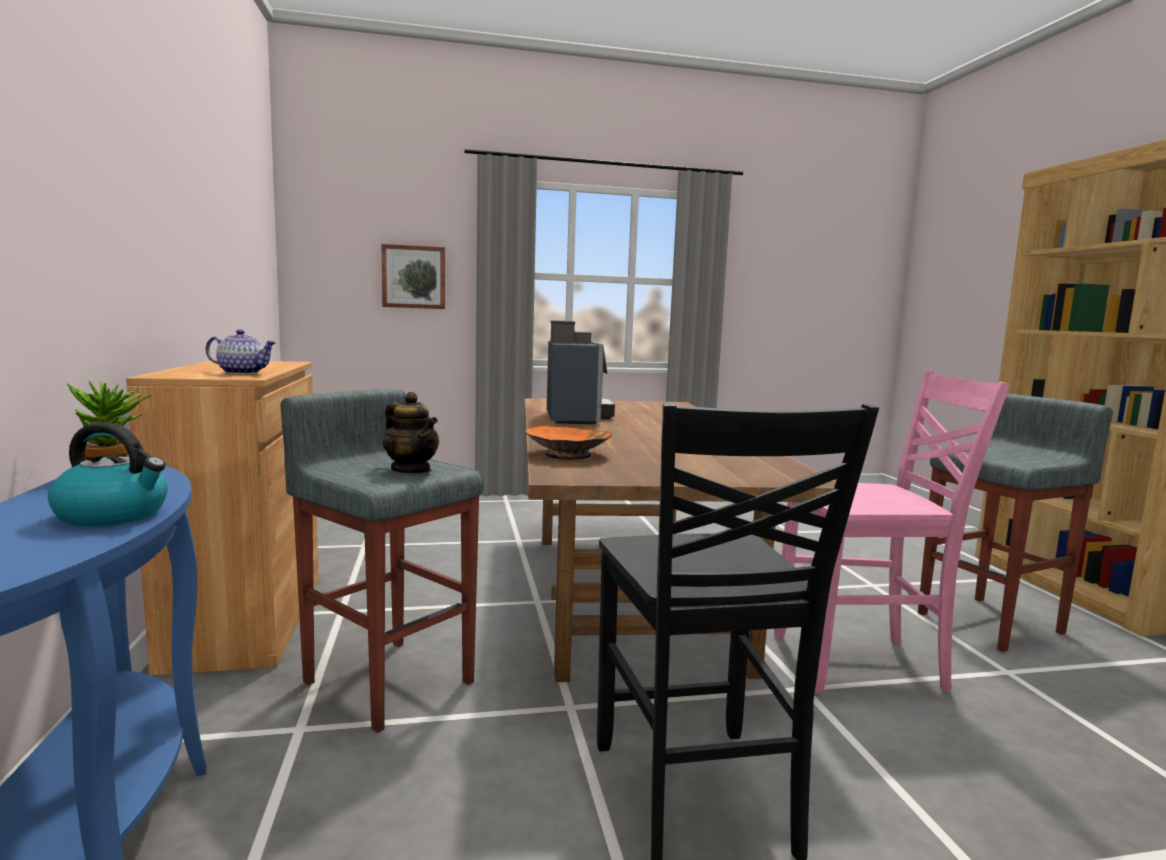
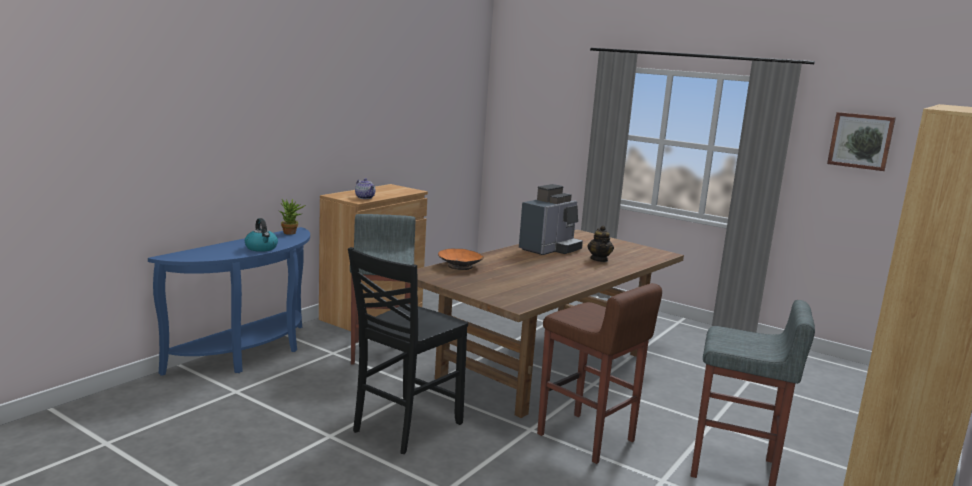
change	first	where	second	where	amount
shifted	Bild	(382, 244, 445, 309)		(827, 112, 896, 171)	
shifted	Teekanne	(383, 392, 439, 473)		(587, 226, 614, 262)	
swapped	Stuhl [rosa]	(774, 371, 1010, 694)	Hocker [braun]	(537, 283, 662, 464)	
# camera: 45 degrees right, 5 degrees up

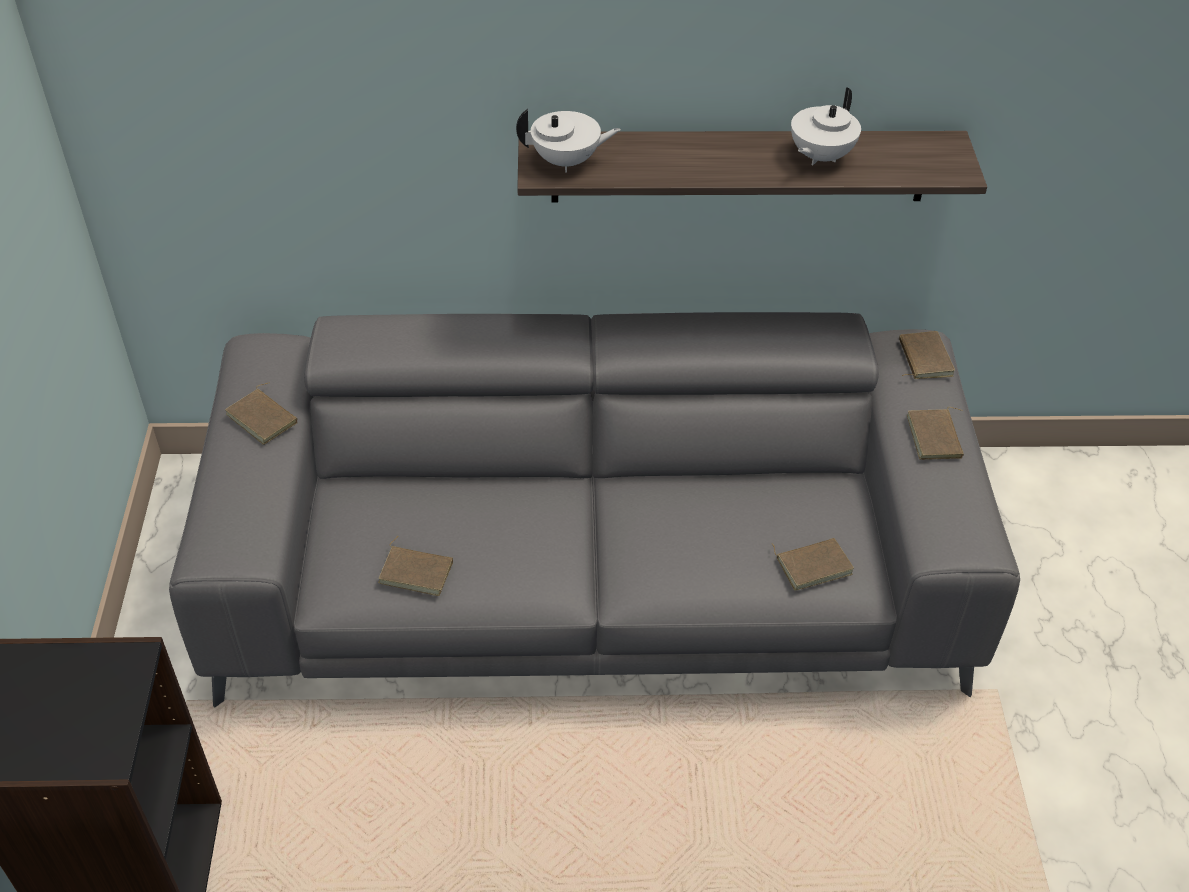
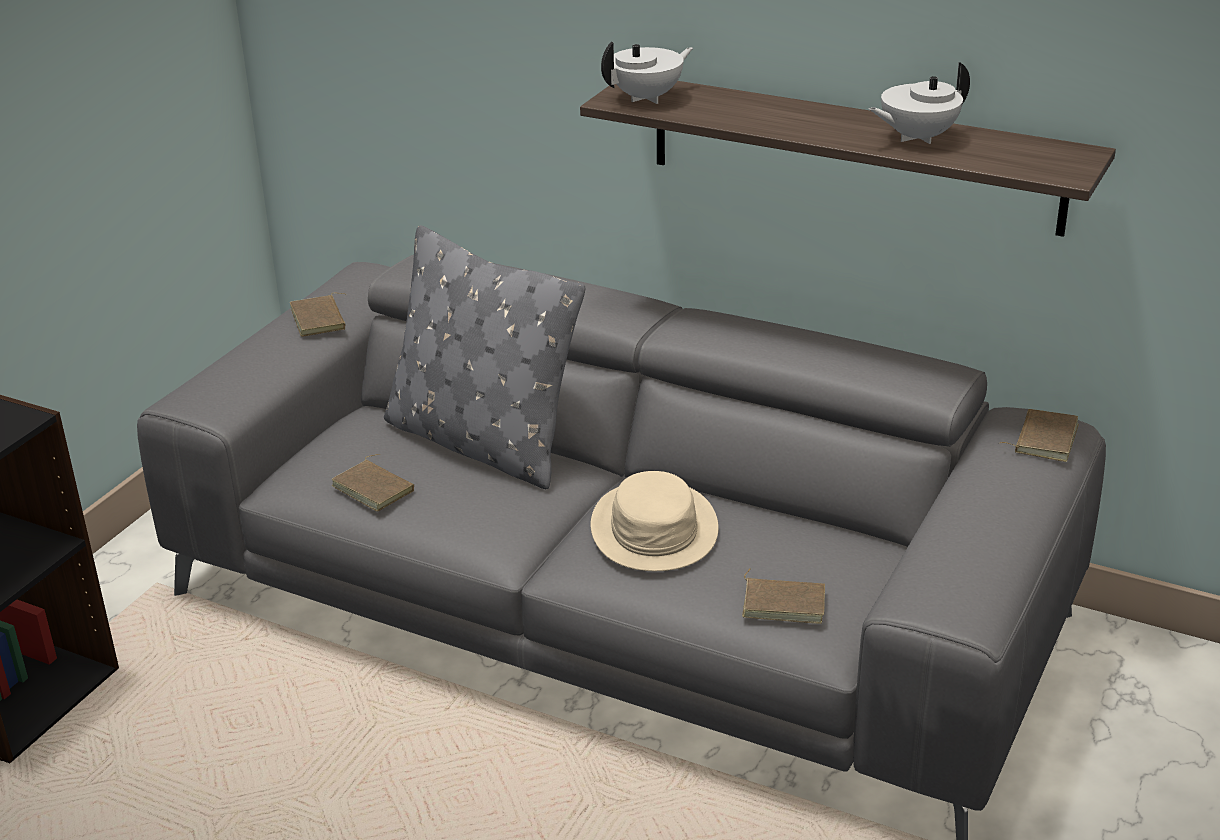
change	first	where	second	where	amount
gone	Buch [braun]	(907, 407, 964, 460)			
new			Kissen [grau]	(384, 225, 585, 489)	
new			Hut [beige]	(591, 471, 719, 571)	
rotated	Teekanne [weiß]	(516, 109, 621, 173)		(601, 42, 693, 104)	60 degrees counterclockwise
# camera: 30 degrees right, 15 degrees down

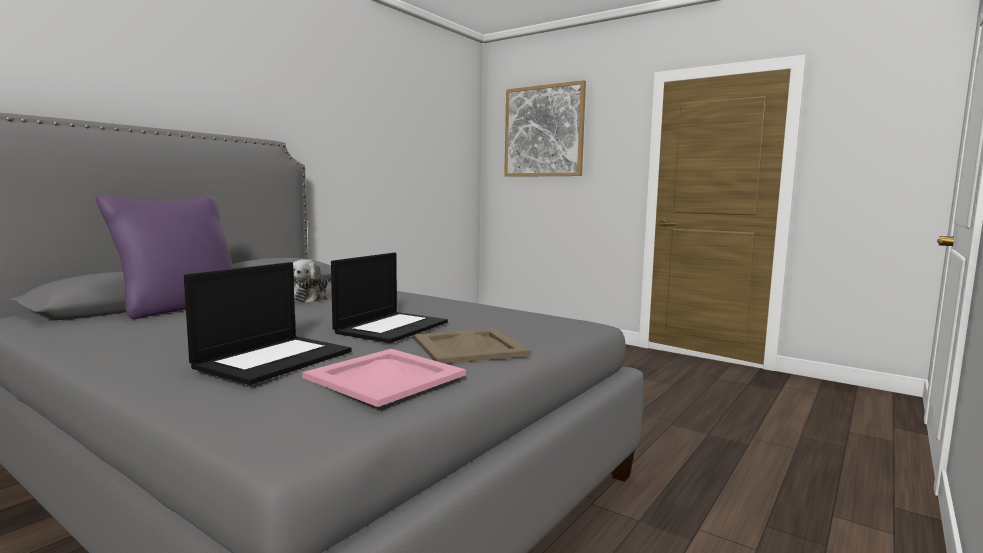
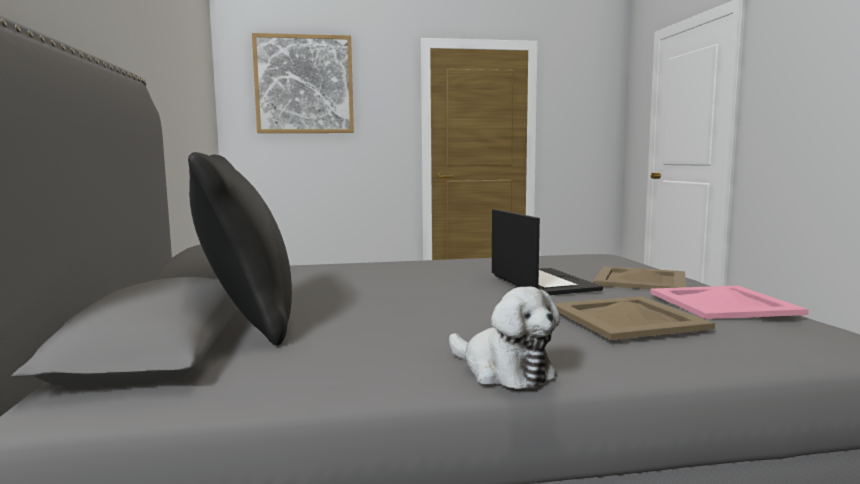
change	first	where	second	where	amount
shifted	Plüschtier	(293, 259, 328, 303)		(449, 287, 560, 389)	
swapped	Laptop	(184, 262, 351, 385)	Tablett [beige]	(555, 296, 715, 340)	
repainted	Kissen [lila]	(96, 195, 234, 319)	Kissen [schwarz]	(188, 152, 292, 346)	
# camera: 45 degrees left, 0 degrees up

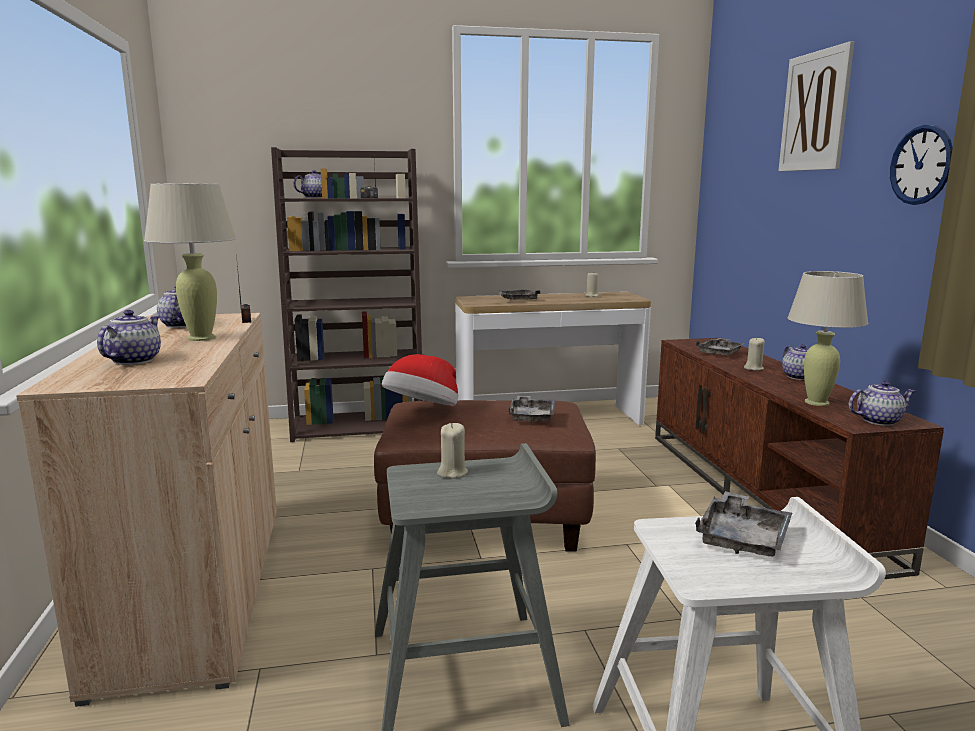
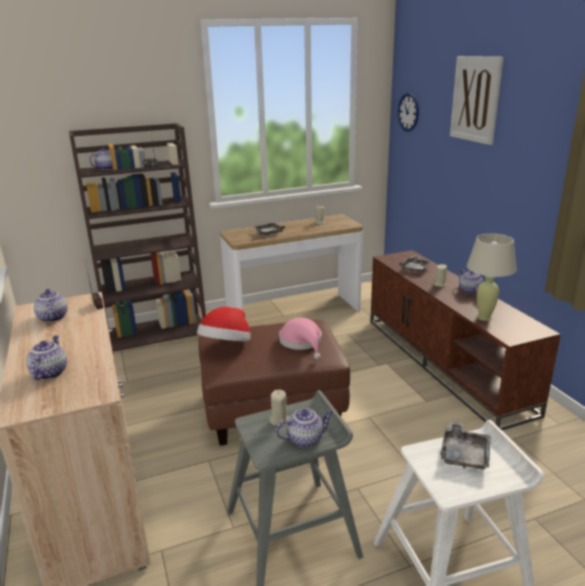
change	first	where	second	where	amount
gone	Tischlampe [beige]	(144, 184, 236, 341)			
shifted	Teekanne	(849, 381, 915, 426)		(276, 408, 333, 447)	
shifted	Wanduhr	(890, 125, 953, 205)		(398, 93, 419, 132)	
swapped	Tablett [grau]	(508, 395, 555, 423)	Hut [rosa]	(279, 318, 322, 359)	
# camera: 10 degrees left, 10 degrees up

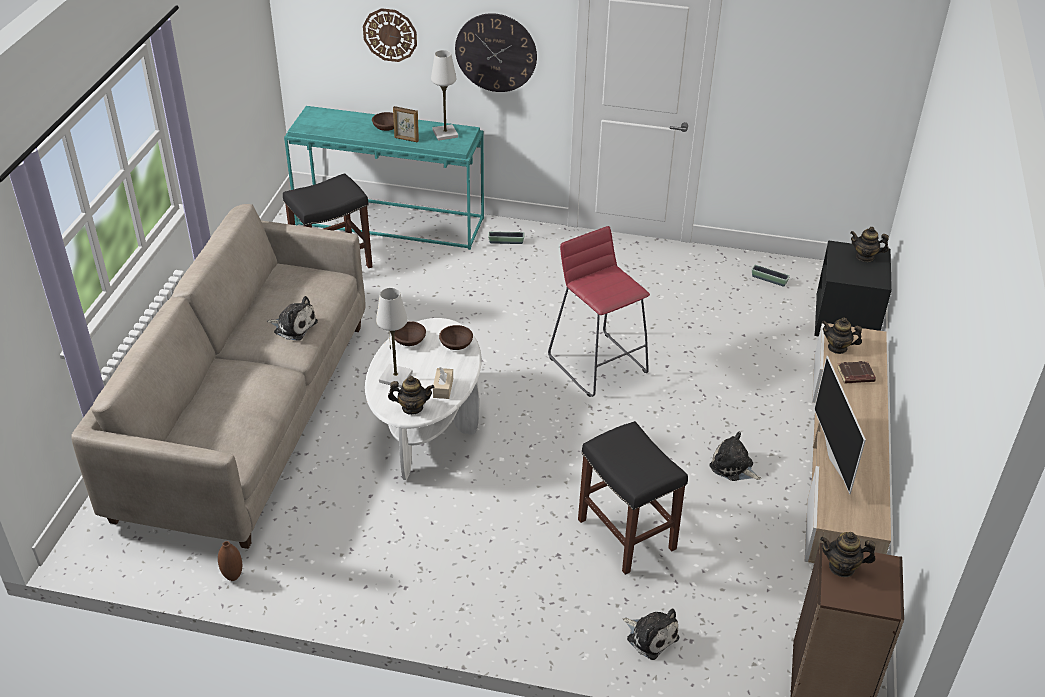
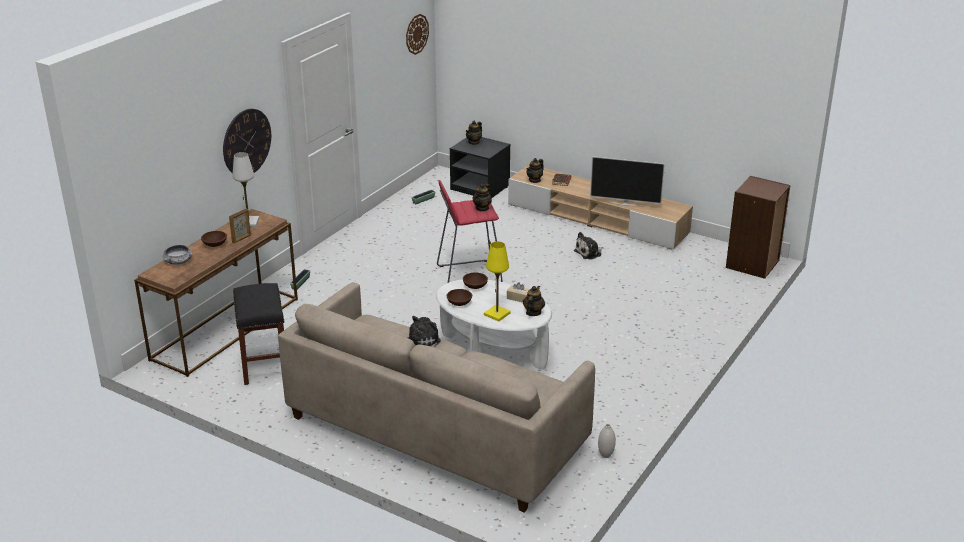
change	first	where	second	where	amount
gone	Hocker [schwarz]	(578, 421, 688, 575)			
gone	Plüschtier	(623, 608, 679, 660)			
new			Schüssel	(163, 245, 192, 265)	
shifted	Wanduhr	(363, 8, 417, 62)		(406, 14, 429, 55)	
shifted	Teekanne	(820, 532, 875, 577)		(473, 183, 492, 212)	
repainted	Vase [braun]	(218, 541, 242, 581)	Vase [weiß]	(598, 424, 616, 458)	
repainted	Konsolentisch [türkis]	(284, 106, 484, 250)	Konsolentisch [braun]	(134, 209, 298, 377)	
repainted	Tischlampe [weiß]	(376, 288, 413, 388)	Tischlampe [gelb]	(484, 241, 511, 321)	
# camera: 70 degrees left, 10 degrees down

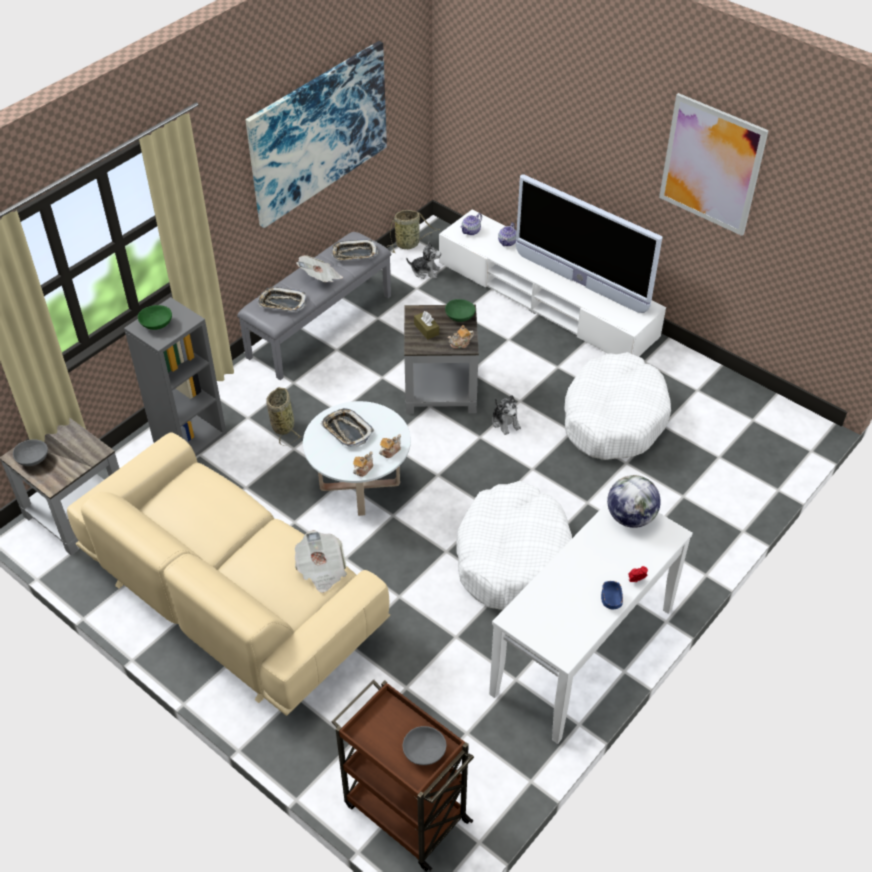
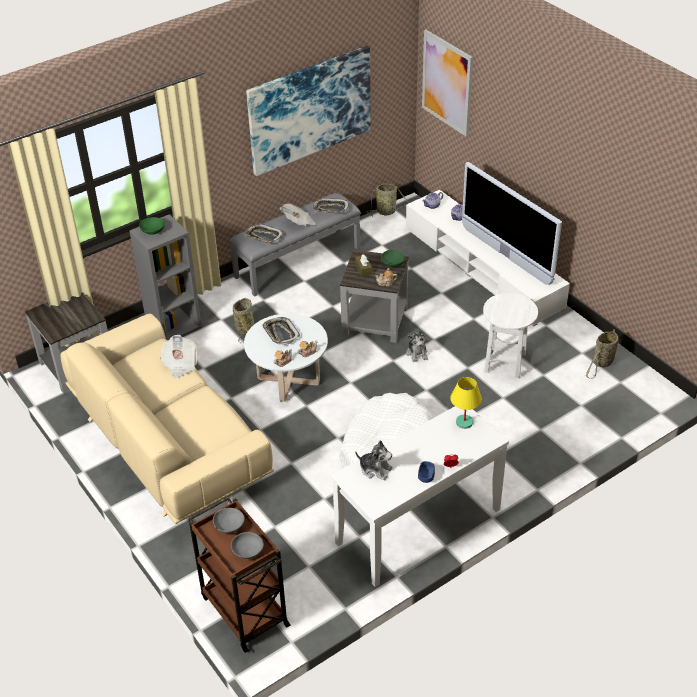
change	first	where	second	where	amount
new			Korb	(586, 329, 619, 379)	
shifted	Schüssel [grau]	(13, 439, 48, 466)		(213, 508, 245, 534)	
shifted	Zeitung	(295, 530, 347, 593)		(160, 335, 197, 378)	
shifted	Plüschtier	(406, 241, 441, 279)		(355, 440, 393, 480)	
shifted	Bild	(659, 93, 769, 236)		(422, 30, 473, 137)	
swapped	Hundebett [weiß]	(564, 352, 671, 460)	Beistelltisch [weiß]	(483, 293, 538, 378)	
swapped	Globus	(607, 475, 661, 528)	Tischlampe [gelb]	(450, 377, 482, 429)	
# camera: 15 degrees right, 5 degrees down

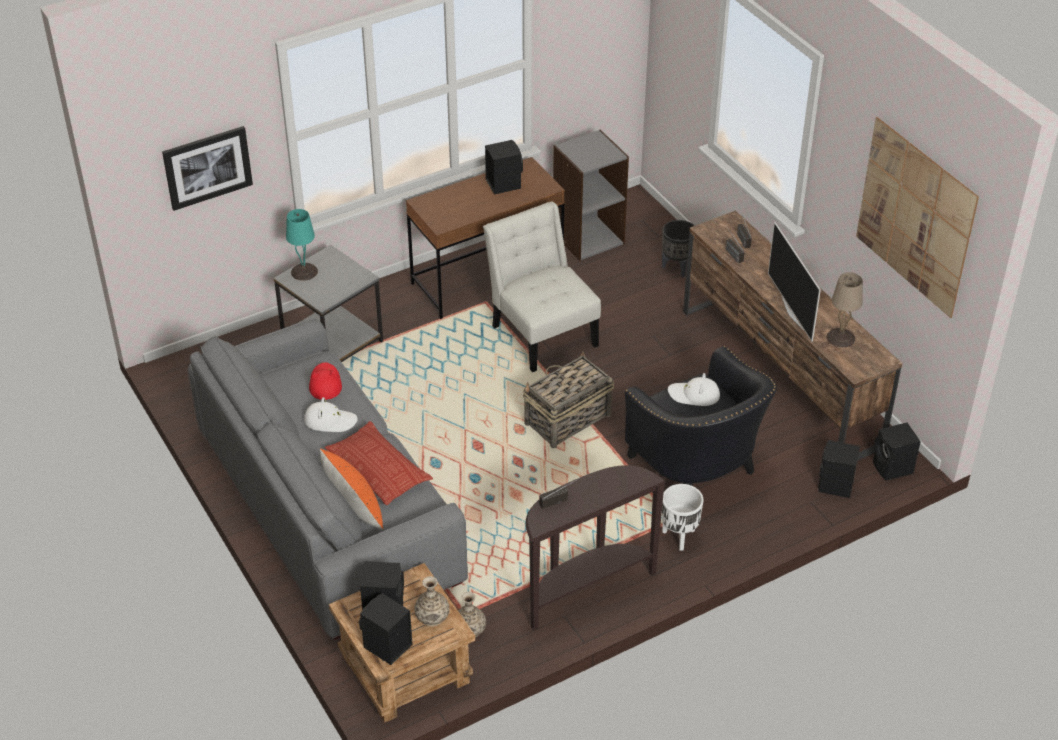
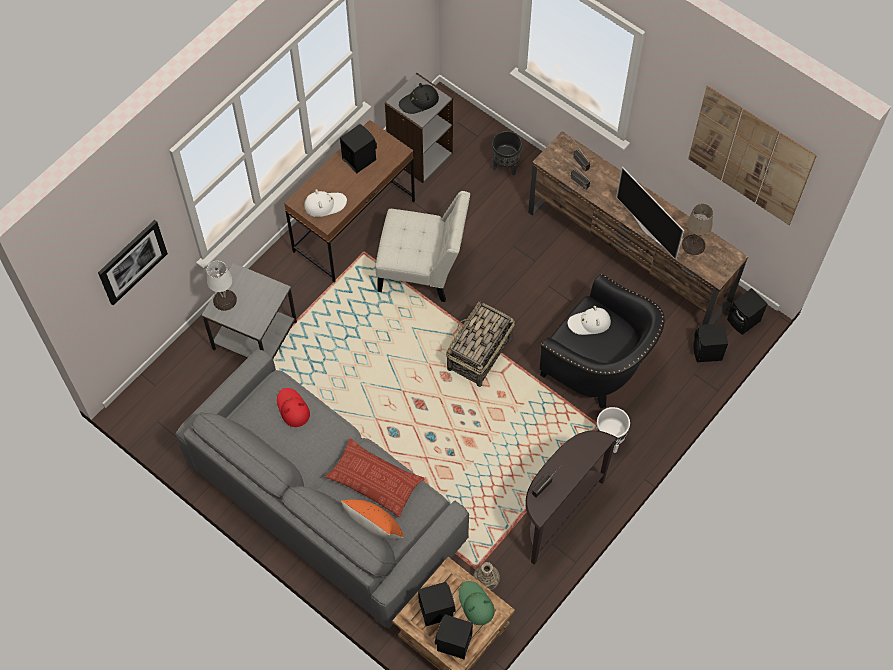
change	first	where	second	where	amount
new			Hut [schwarz]	(399, 83, 439, 114)	
shifted	Hut [weiß]	(304, 397, 358, 432)		(304, 189, 347, 217)	
swapped	Vase	(414, 576, 450, 626)	Hut [grün]	(459, 581, 495, 625)	
repainted	Tischlampe [türkis]	(286, 209, 318, 281)	Tischlampe [weiß]	(207, 261, 237, 311)	
rotated	Stuhl [weiß]	(483, 201, 601, 372)		(375, 191, 470, 302)	150 degrees clockwise
# camera: 20 degrees left, 20 degrees up

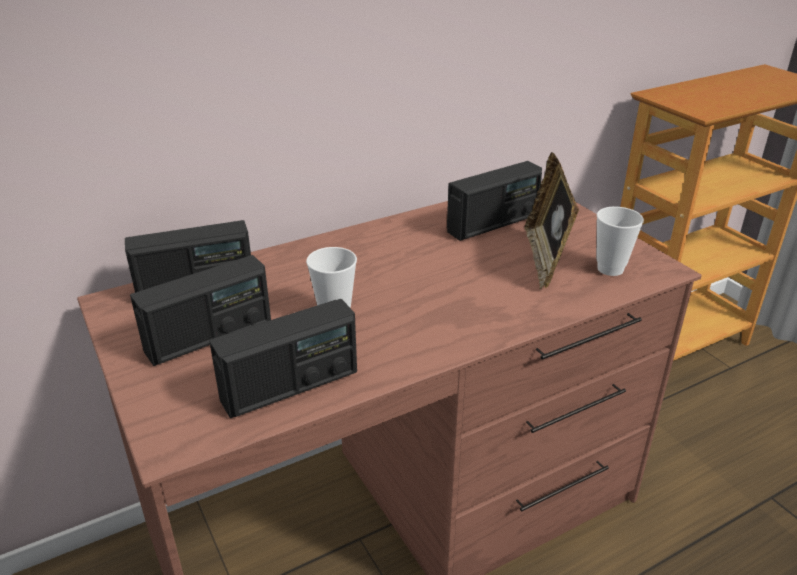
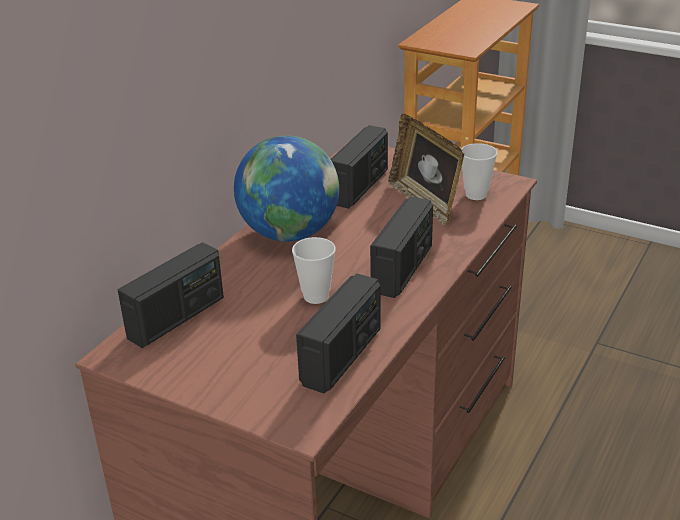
change	first	where	second	where	amount
new			Globus	(234, 135, 339, 242)	
shifted	Radio	(130, 255, 271, 366)		(370, 197, 433, 298)	
# camera: 30 degrees left, 0 degrees up

